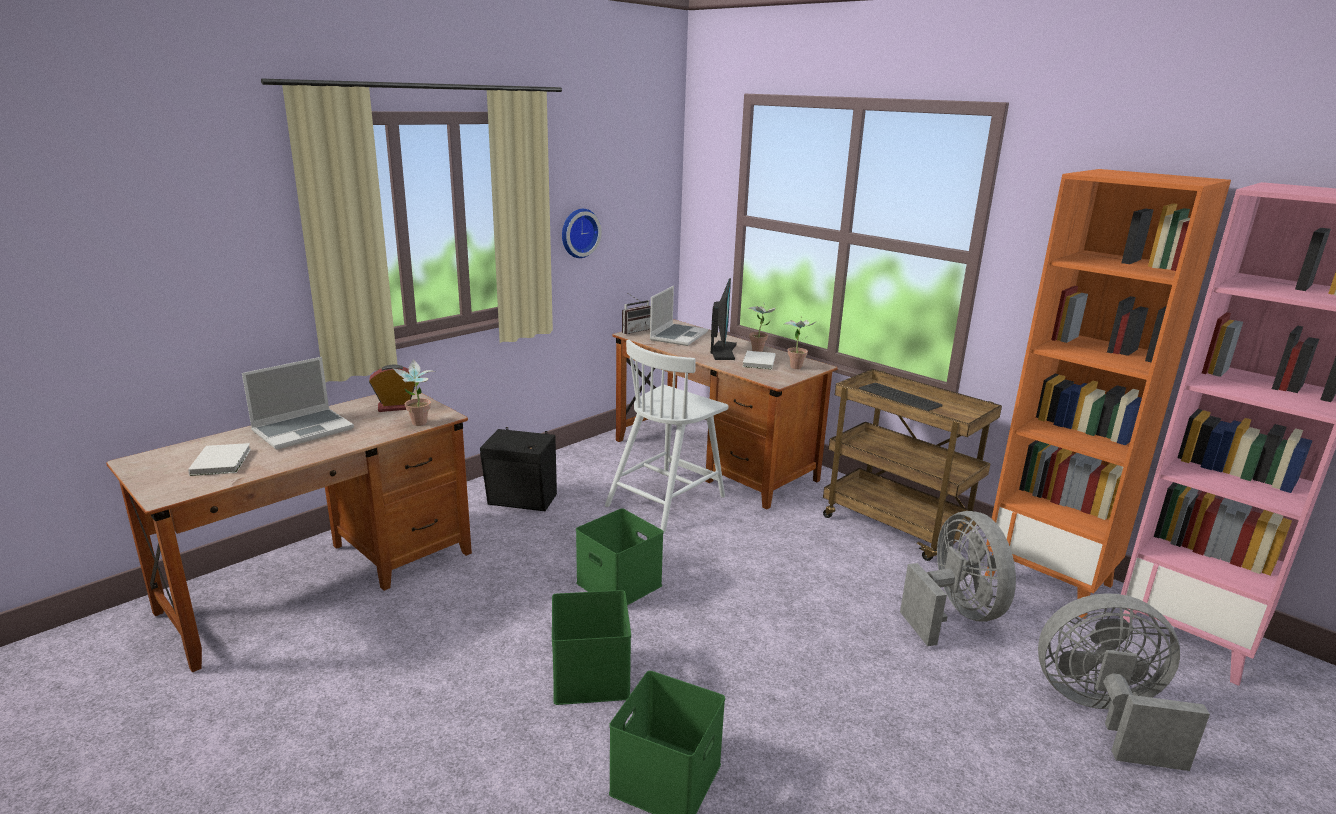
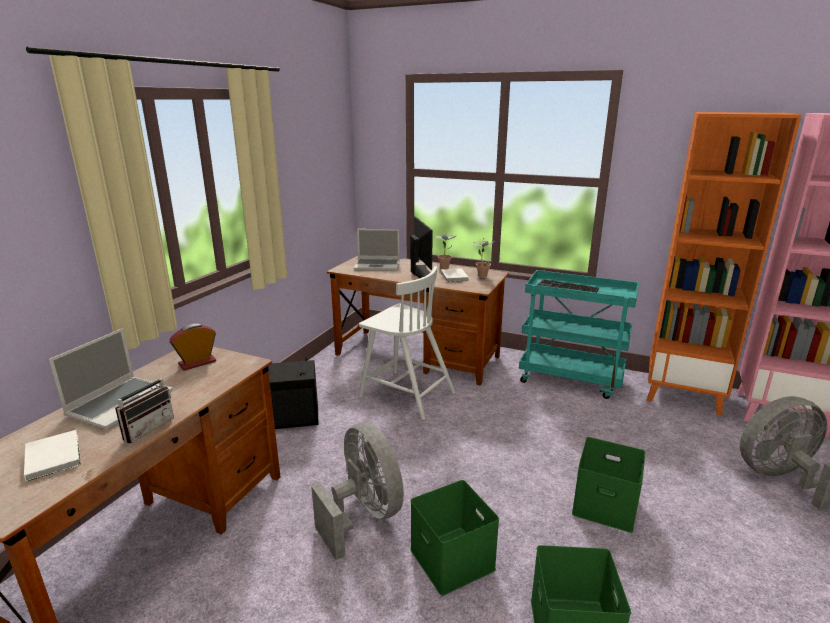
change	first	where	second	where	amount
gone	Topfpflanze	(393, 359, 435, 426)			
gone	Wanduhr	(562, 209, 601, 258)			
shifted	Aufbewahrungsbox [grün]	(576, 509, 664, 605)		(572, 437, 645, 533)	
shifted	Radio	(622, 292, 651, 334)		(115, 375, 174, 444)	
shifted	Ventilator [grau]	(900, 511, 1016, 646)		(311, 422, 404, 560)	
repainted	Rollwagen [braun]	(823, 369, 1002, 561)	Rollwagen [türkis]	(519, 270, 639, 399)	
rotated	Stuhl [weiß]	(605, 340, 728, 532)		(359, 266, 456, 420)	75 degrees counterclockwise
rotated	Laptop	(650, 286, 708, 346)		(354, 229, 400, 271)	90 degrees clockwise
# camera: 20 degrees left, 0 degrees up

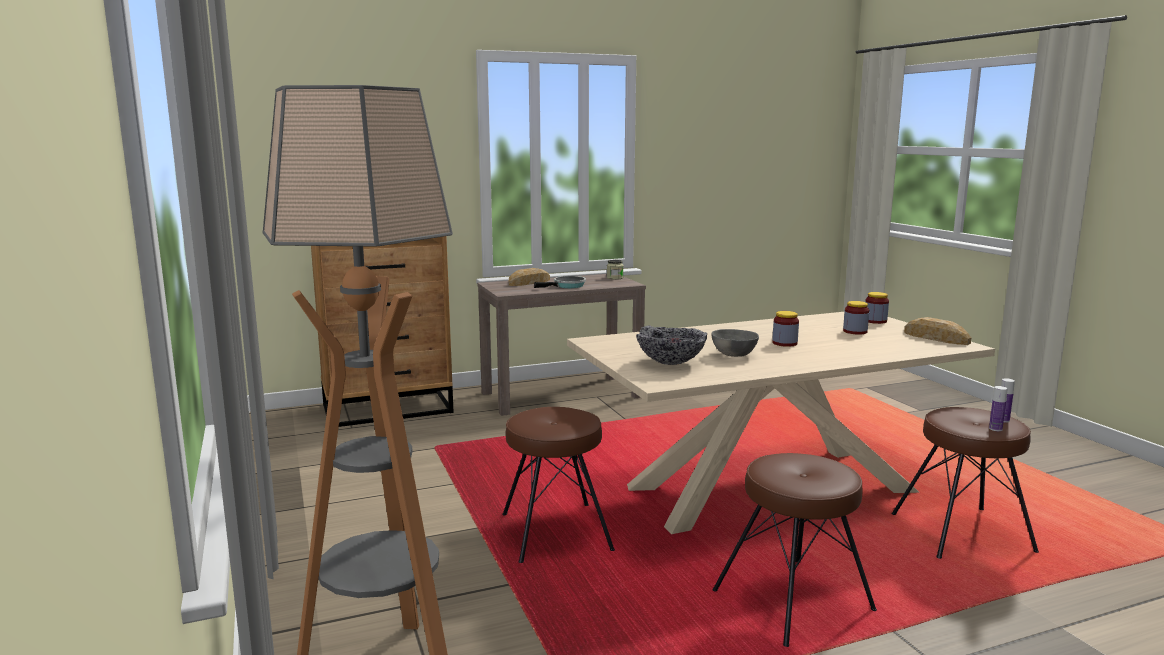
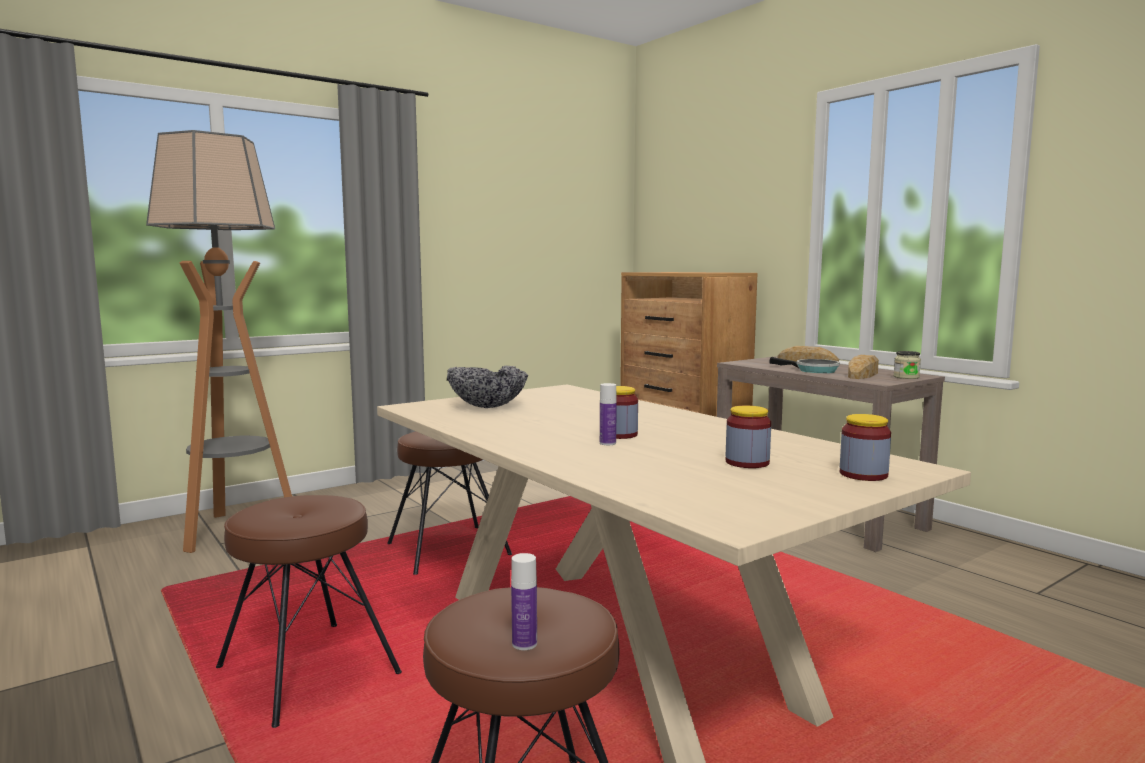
change	first	where	second	where	amount
gone	Schüssel [grau]	(711, 329, 759, 357)			
shifted	Brot	(904, 317, 971, 345)		(848, 355, 879, 379)	
shifted	Flasche	(989, 386, 1008, 431)		(600, 383, 617, 445)	
# camera: 75 degrees right, 5 degrees down

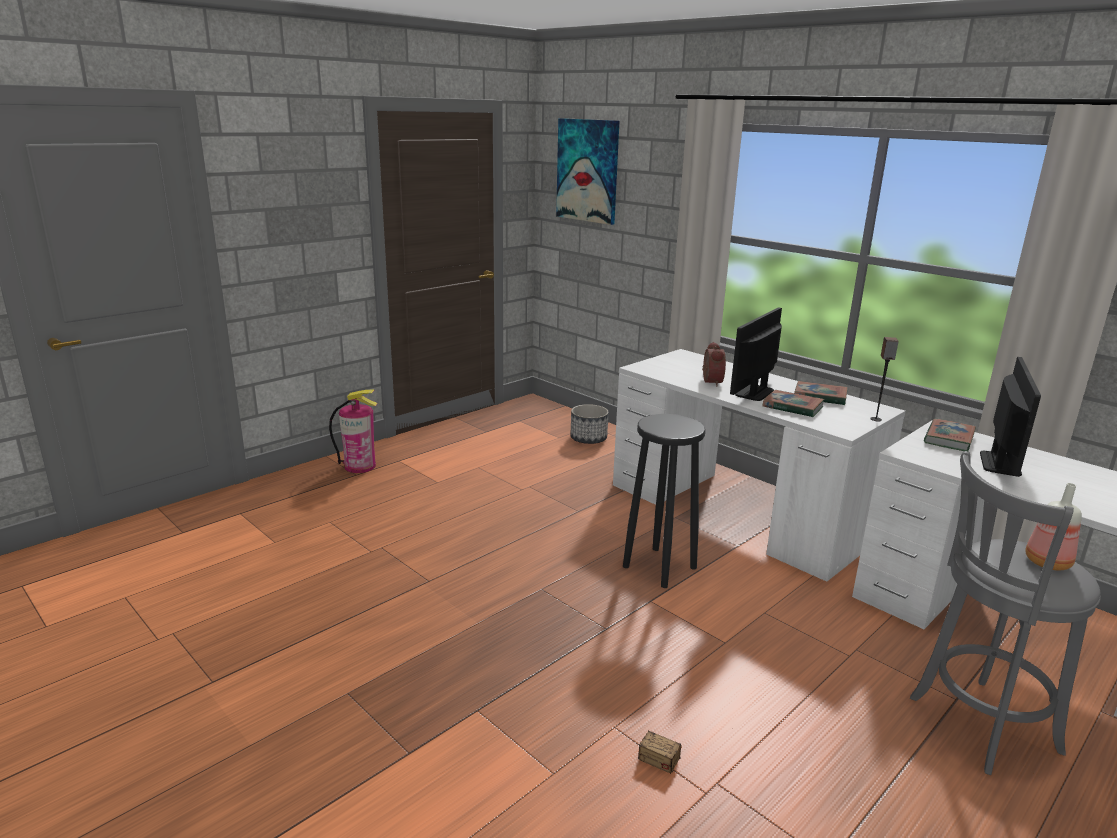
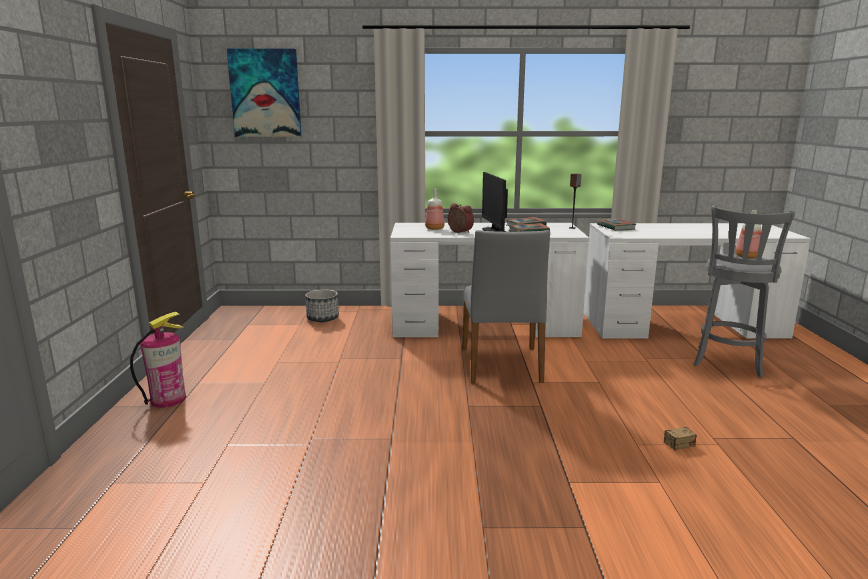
change	first	where	second	where	amount
gone	Monitor	(980, 357, 1041, 477)			
new			Flasche	(425, 189, 445, 230)	
swapped	Hocker [schwarz]	(623, 414, 705, 588)	Stuhl [grau]	(463, 230, 550, 383)	
# camera: 45 degrees left, 5 degrees down

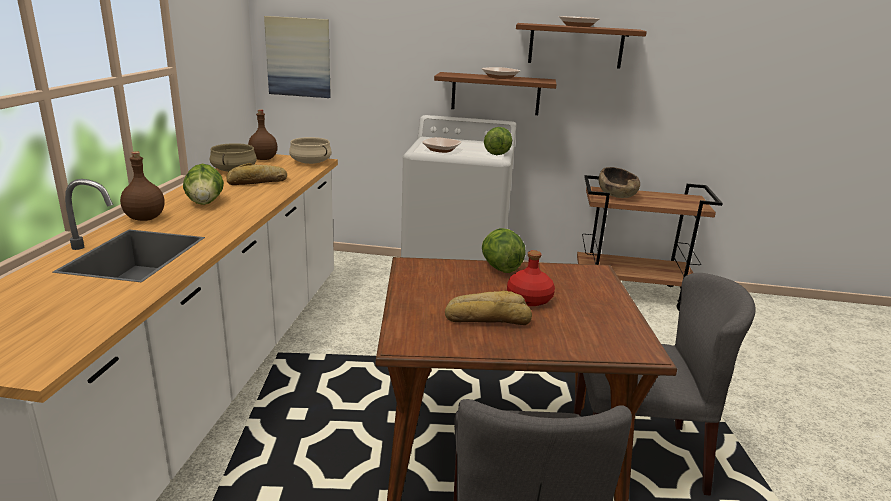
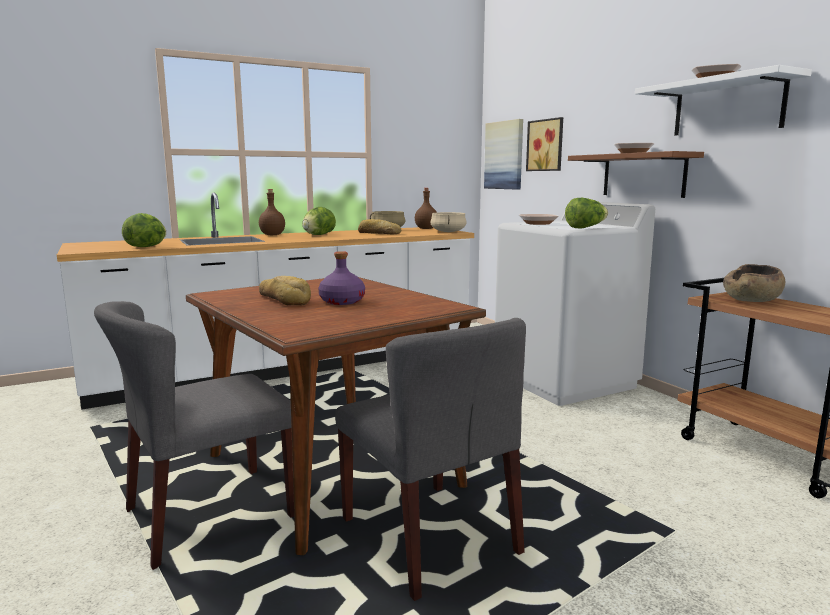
change	first	where	second	where	amount
new			Bild	(526, 117, 563, 171)	
shifted	Salatkopf	(482, 228, 526, 273)		(122, 213, 166, 247)	
repainted	Flasche [rot]	(507, 250, 555, 306)	Flasche [lila]	(318, 251, 365, 305)	
repainted	Wandregal [braun]	(516, 23, 647, 68)	Wandregal [weiß]	(635, 65, 812, 136)	
# camera: 55 degrees right, 10 degrees down

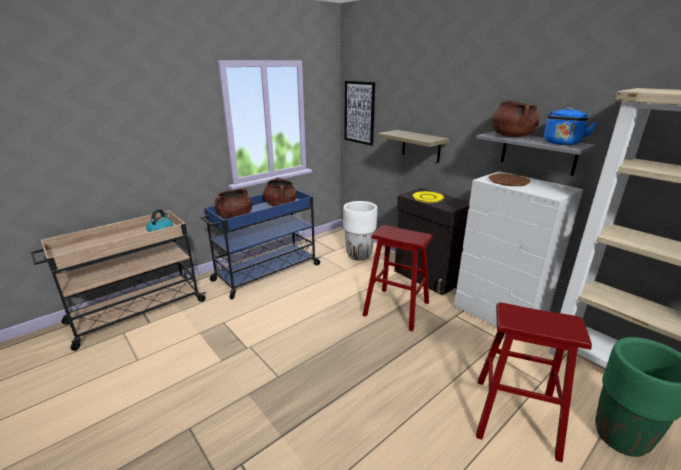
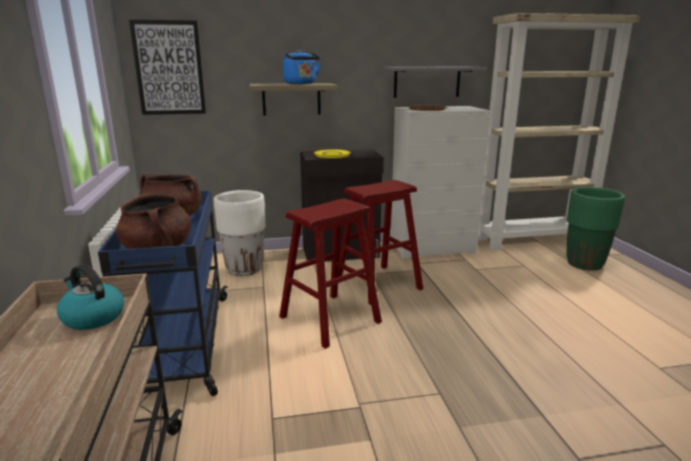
change	first	where	second	where	amount
gone	Kochtopf [braun]	(491, 100, 539, 137)			
shifted	Hocker [rot]	(476, 302, 592, 462)		(279, 199, 382, 349)	
shifted	Wasserkessel [blau]	(544, 107, 598, 145)		(283, 50, 321, 84)	
# camera: 60 degrees left, 5 degrees down

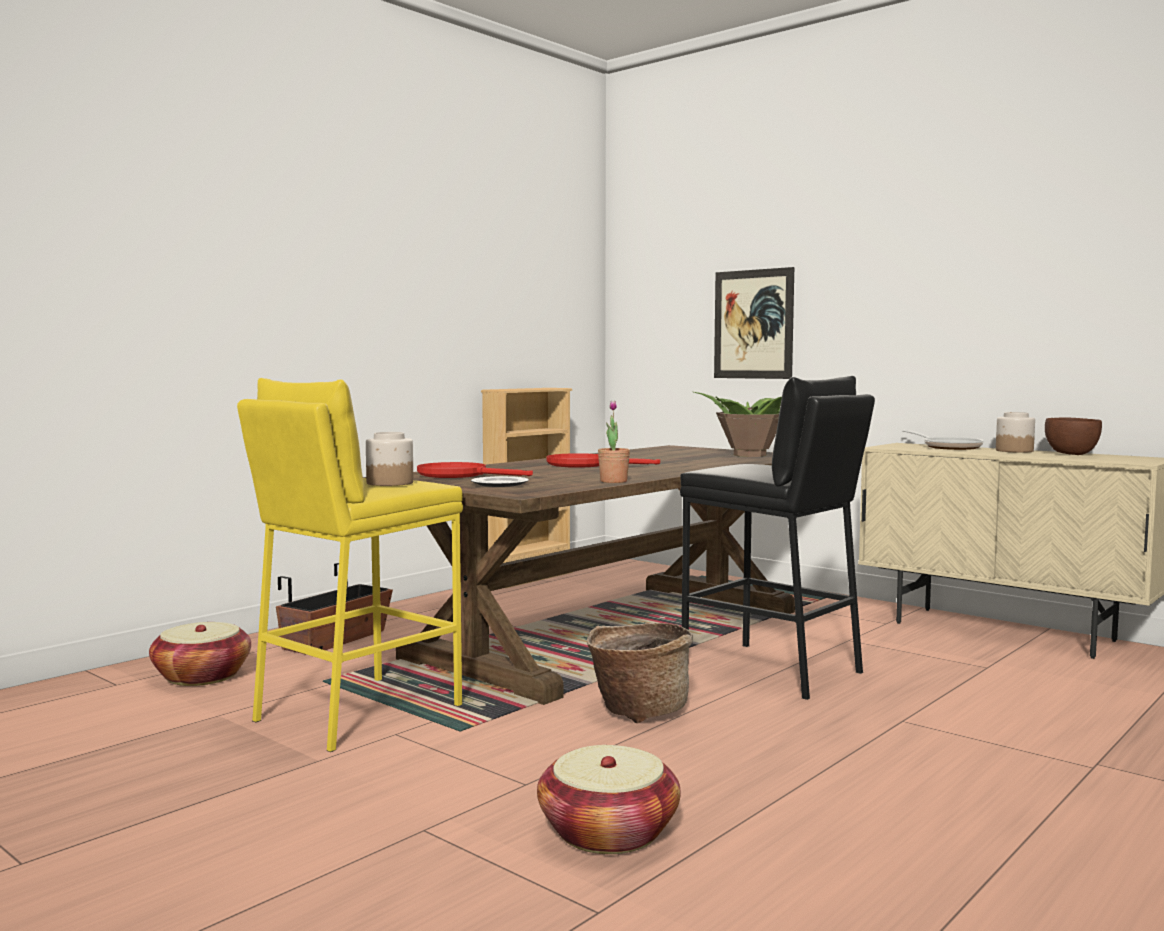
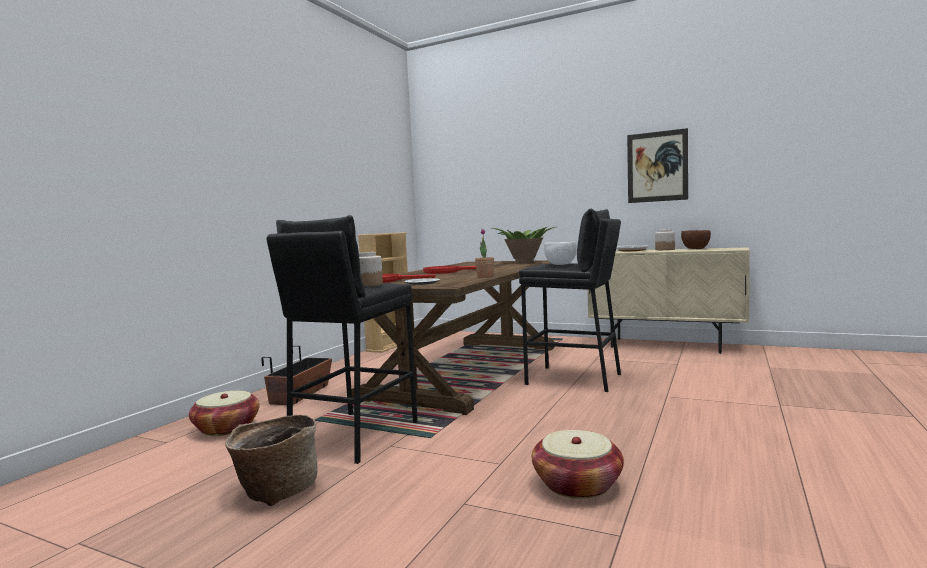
change	first	where	second	where	amount
new			Schüssel [weiß]	(544, 241, 577, 265)	
shifted	Korb	(587, 623, 693, 723)		(225, 415, 318, 506)	
shifted	Bild	(714, 267, 794, 379)		(627, 128, 688, 203)	
repainted	Hocker [gelb]	(237, 378, 463, 752)	Hocker [schwarz]	(266, 215, 418, 464)	
# camera: 15 degrees left, 0 degrees up

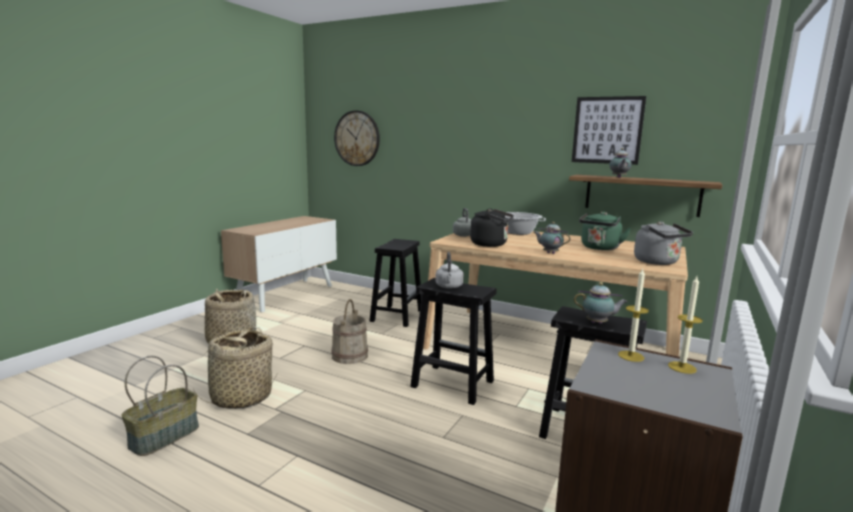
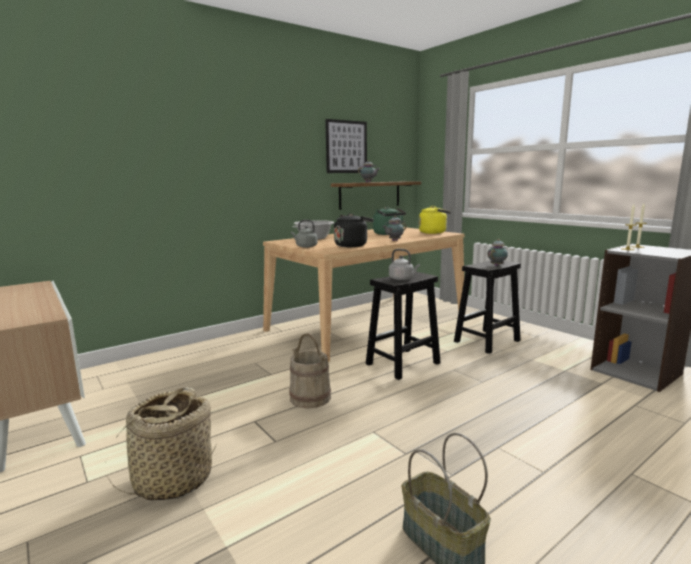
change	first	where	second	where	amount
gone	Korb	(193, 327, 277, 409)			
gone	Wanduhr	(334, 110, 380, 166)			
gone	Hocker [schwarz]	(370, 239, 422, 327)			
repainted	Wasserkessel [grau]	(634, 221, 693, 265)	Wasserkessel [gelb]	(419, 206, 451, 234)	
# camera: 65 degrees left, 0 degrees up

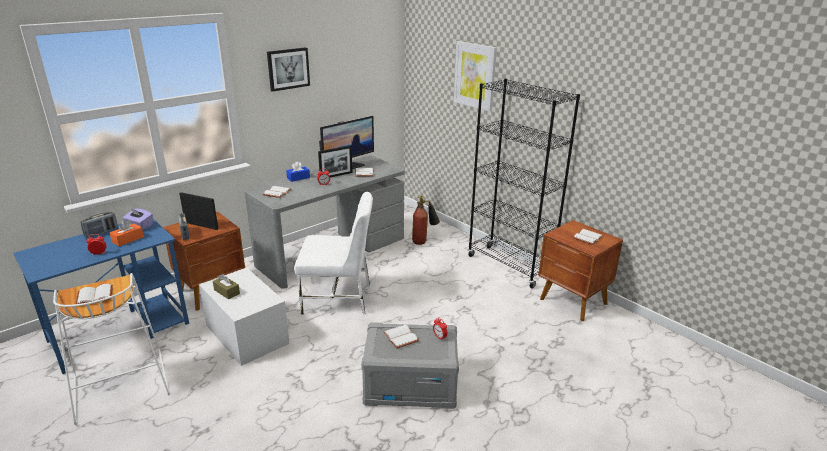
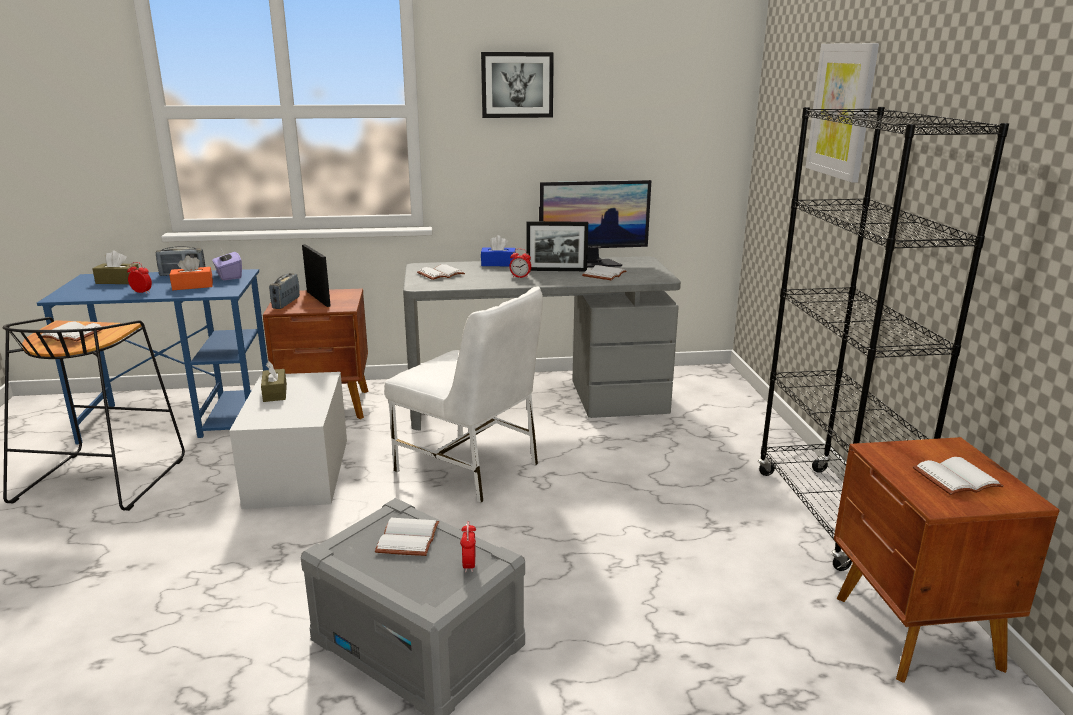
change	first	where	second	where	amount
gone	Feuerlöscher	(412, 196, 440, 245)			
new			Taschentuchbox [braun]	(92, 251, 139, 284)	
repainted	Hocker [weiß]	(53, 273, 170, 425)	Hocker [schwarz]	(3, 317, 185, 511)	
# camera: 35 degrees right, 5 degrees down

